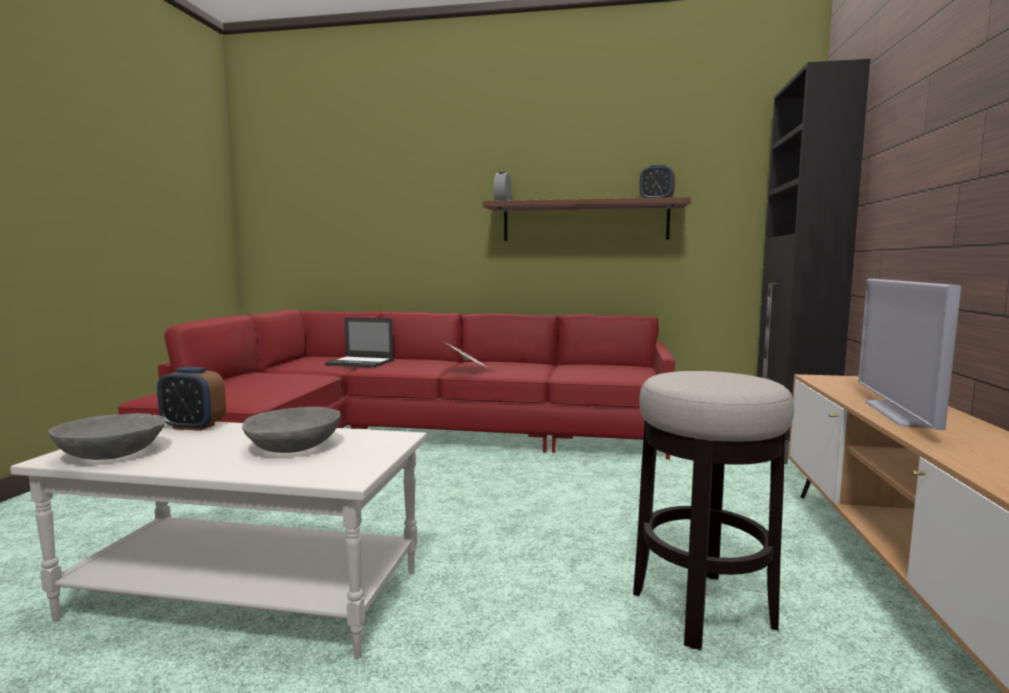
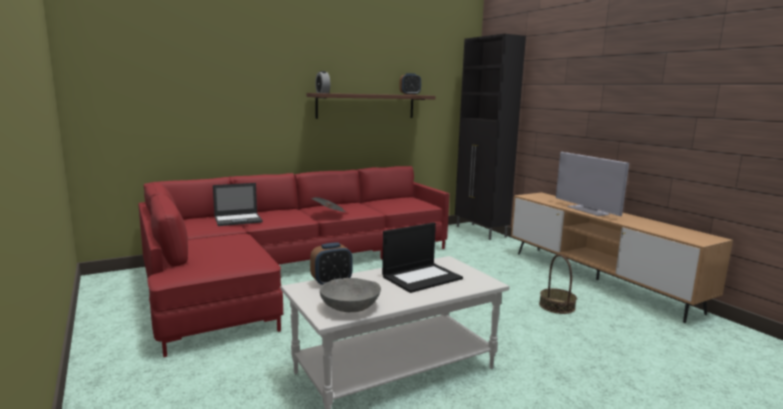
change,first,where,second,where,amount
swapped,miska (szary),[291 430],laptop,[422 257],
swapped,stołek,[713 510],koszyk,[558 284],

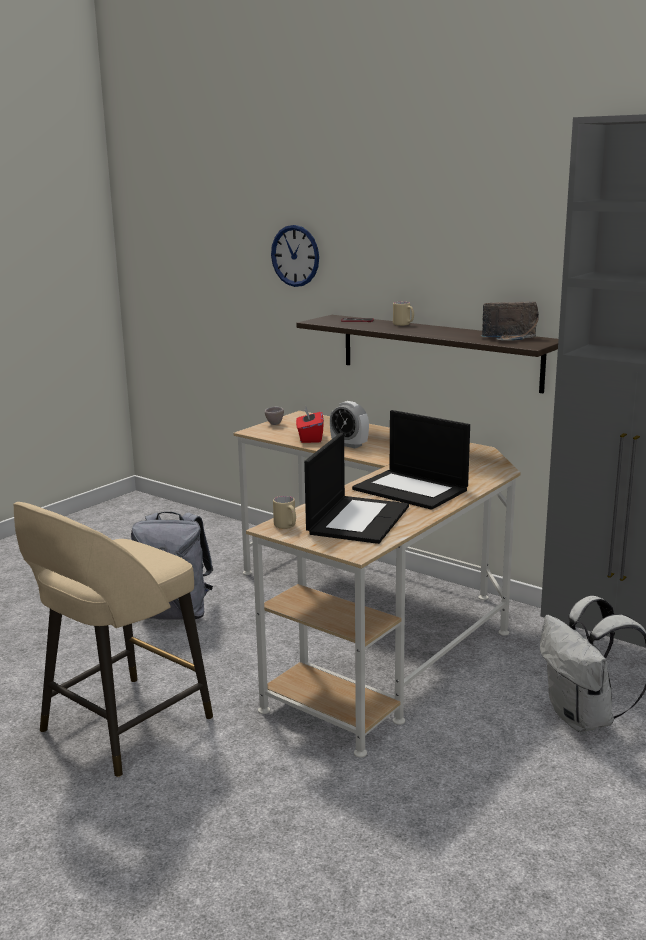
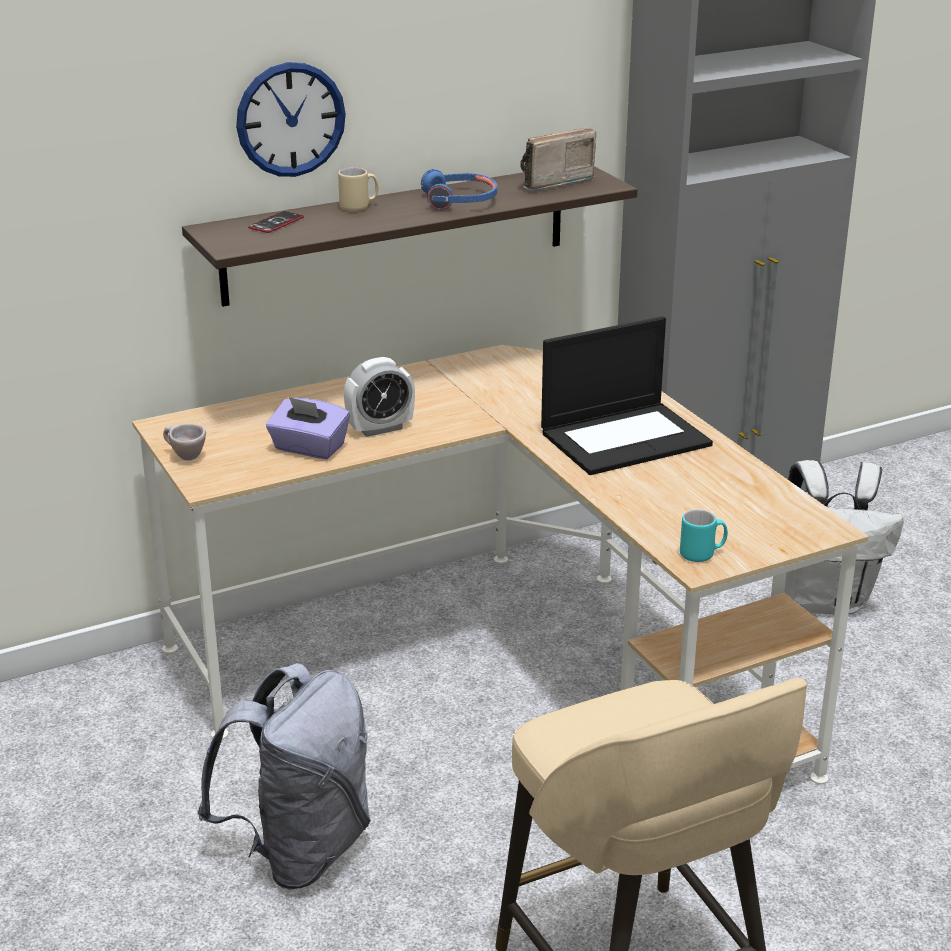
change,first,where,second,where,amount
gone,laptop,[356 488],,,
new,,,słuchawki (niebieski),[459 189],
shifted,zegar ścienny,[295 256],,[291 119],
repainted,kubek (beżowy),[284 512],kubek (turkusowy),[704 536],
repainted,pudełko chusteczek (czerwony),[310 425],pudełko chusteczek (fioletowy),[308 428],
rotated,radio,[510 321],,[558 159],150 degrees counterclockwise

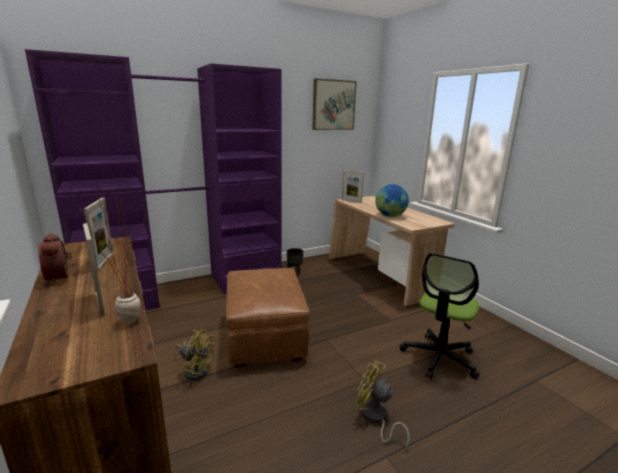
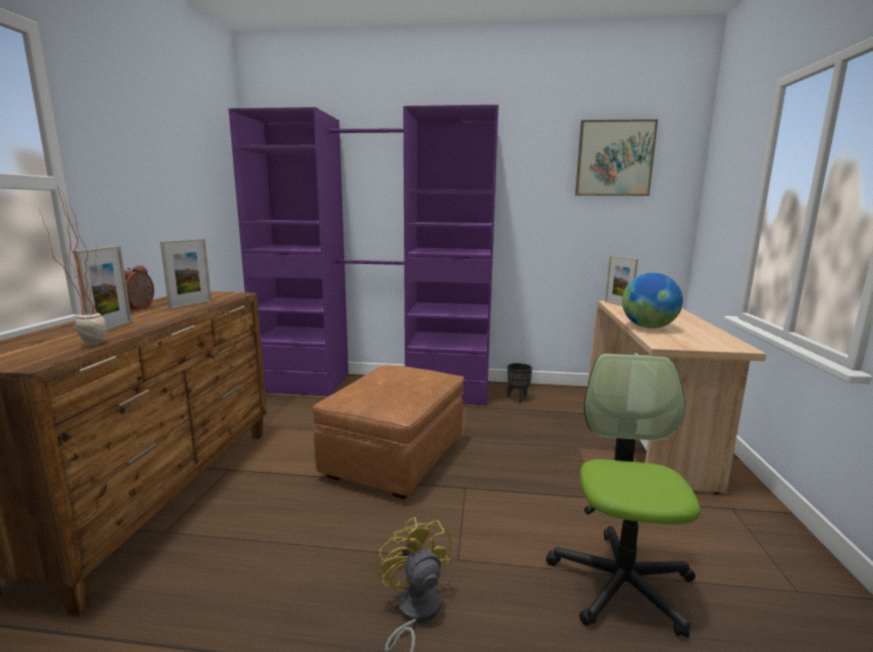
change,first,where,second,where,amount
gone,wentylator (żółty),[194 355],,,
rotated,krzesło biurowe,[440 316],,[623 495],120 degrees clockwise

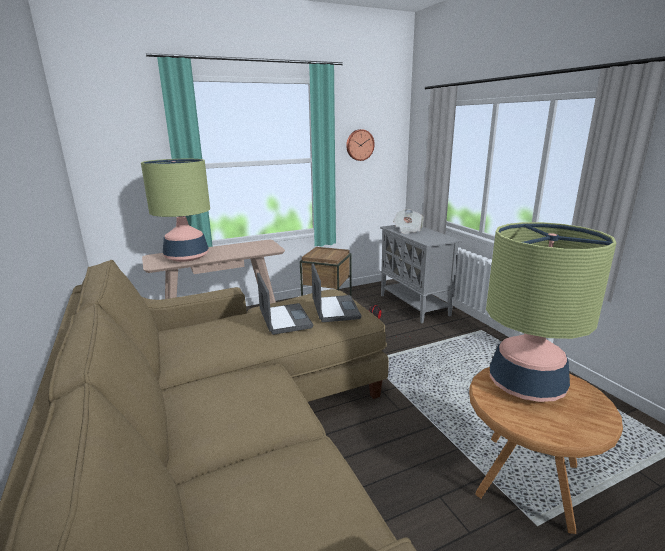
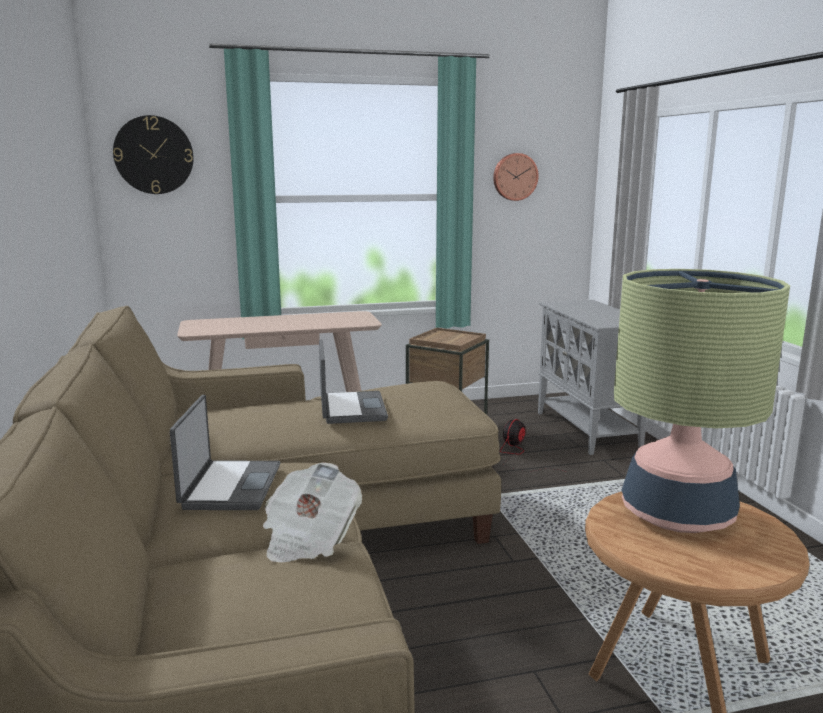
change,first,where,second,where,amount
gone,lampa stołowa,[175 210],,,
new,,,zegar ścienny,[153 154],
shifted,laptop,[337 292],,[225 452],
shifted,gazeta,[408 221],,[312 512],

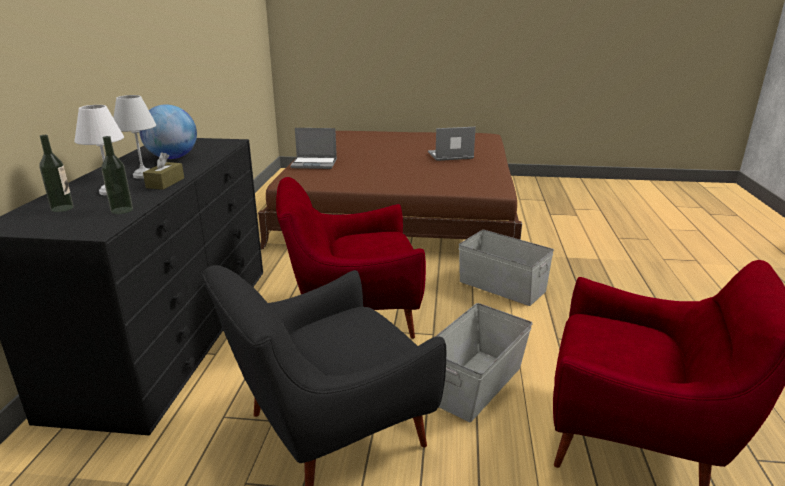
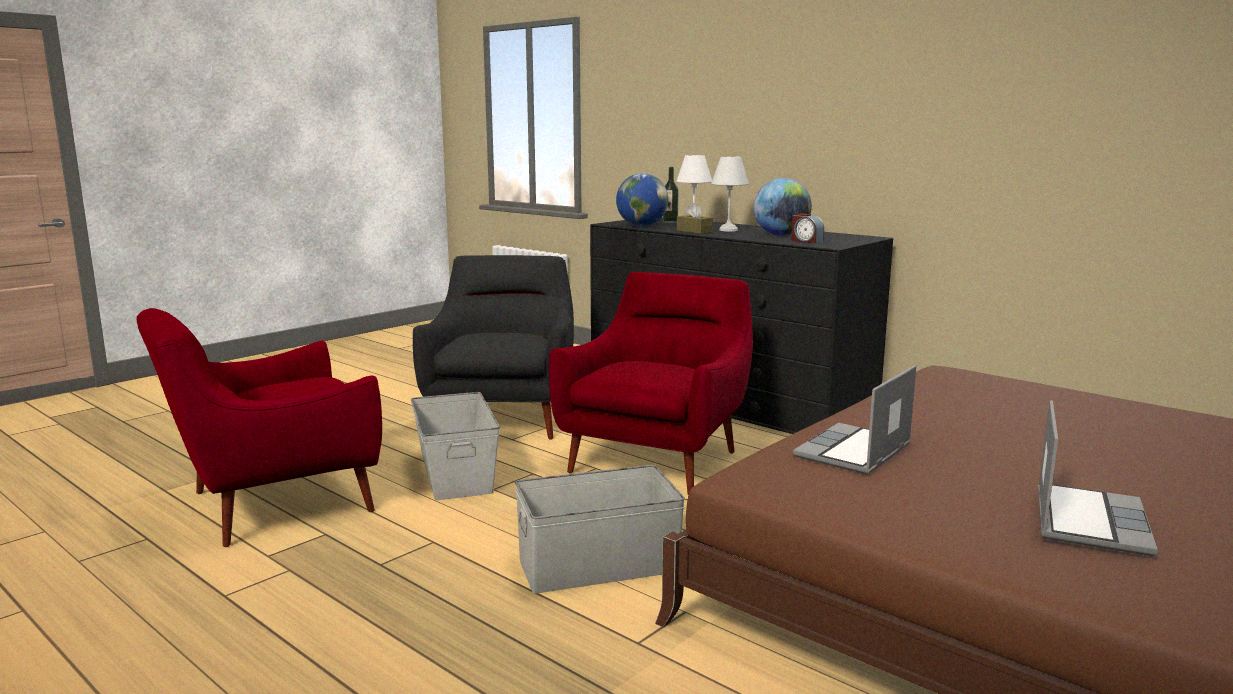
change,first,where,second,where,amount
new,,,budzik,[807 228],
shifted,laptop,[313 148],,[854 420],
swapped,butelka,[117 175],globus,[642 199],

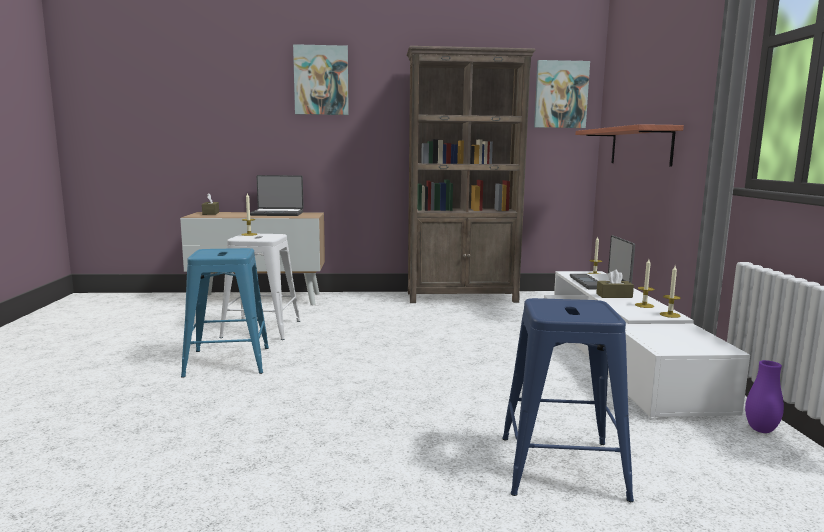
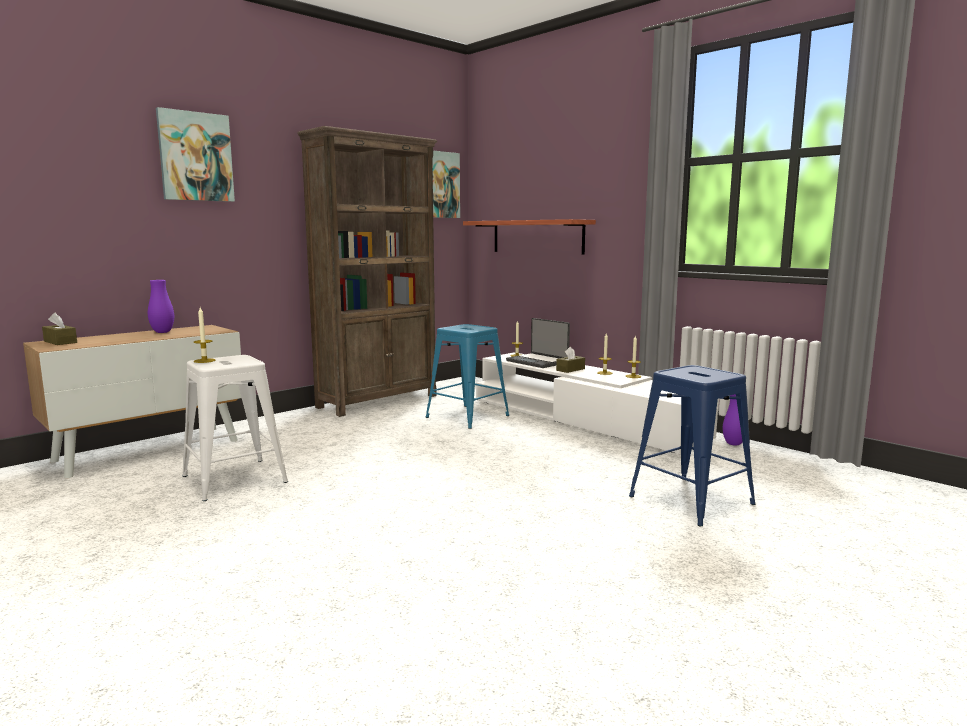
change,first,where,second,where,amount
shifted,stołek (niebieski),[225 313],,[467 376],
swapped,laptop,[277 195],wazon (fioletowy),[161 306],

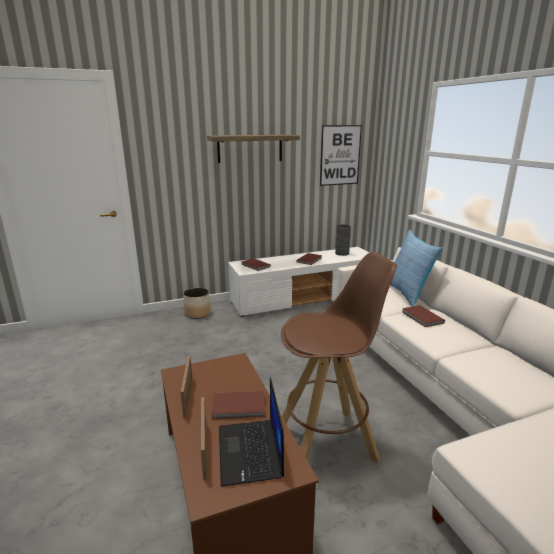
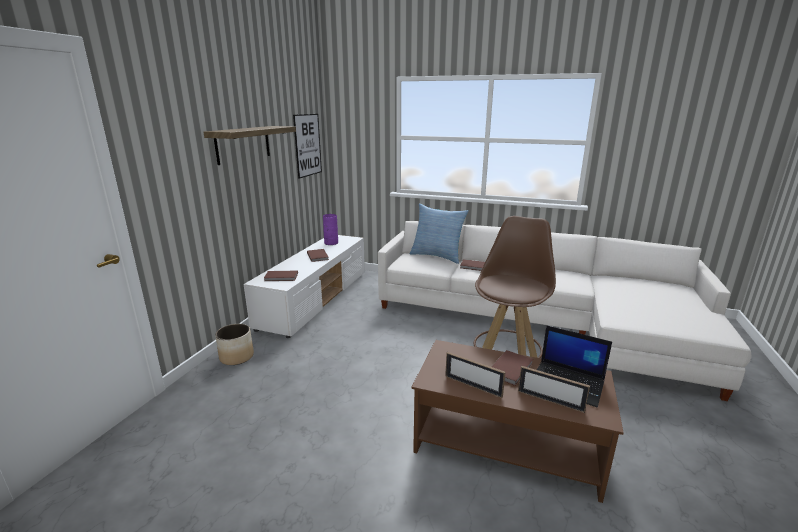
change,first,where,second,where,amount
repainted,wazon (szary),[343 240],wazon (fioletowy),[330 229],

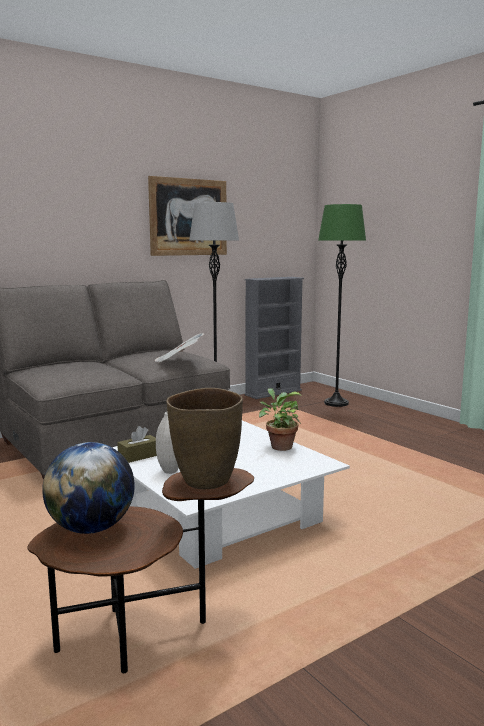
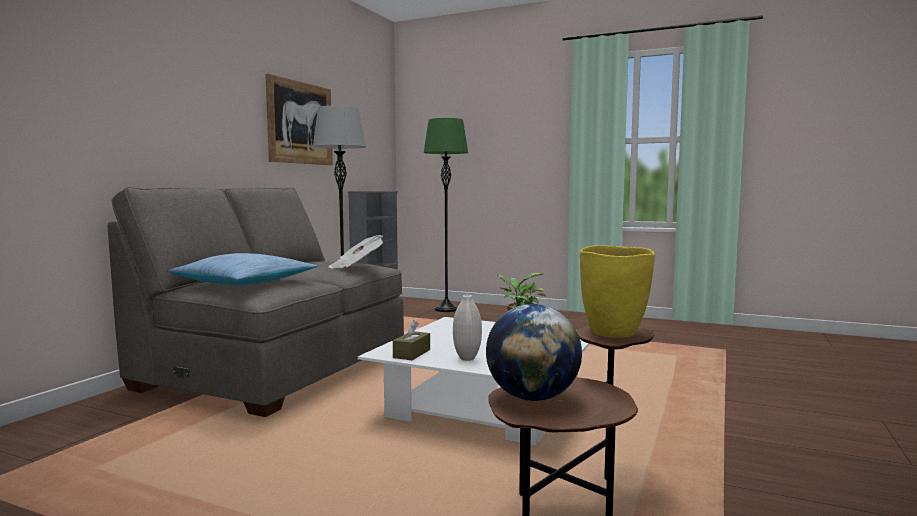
change,first,where,second,where,amount
new,,,poduszka,[243 269],
repainted,wazon (brązowy),[204 438],wazon (żółty),[617 291],

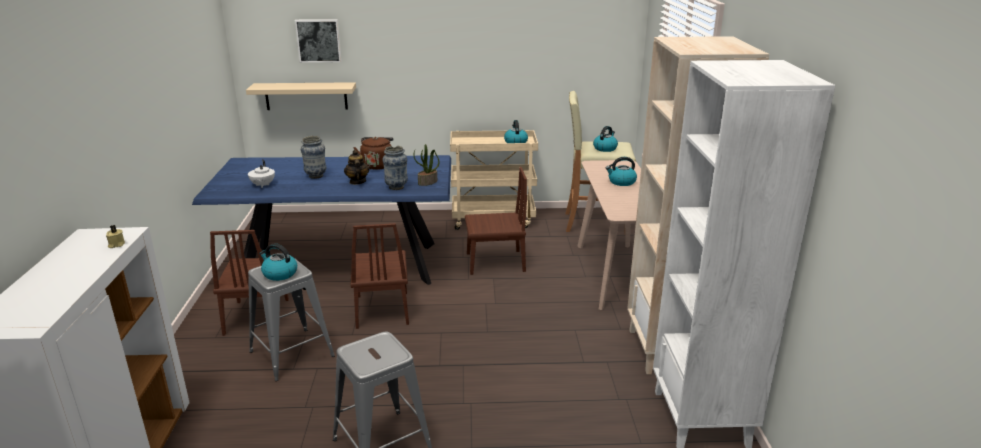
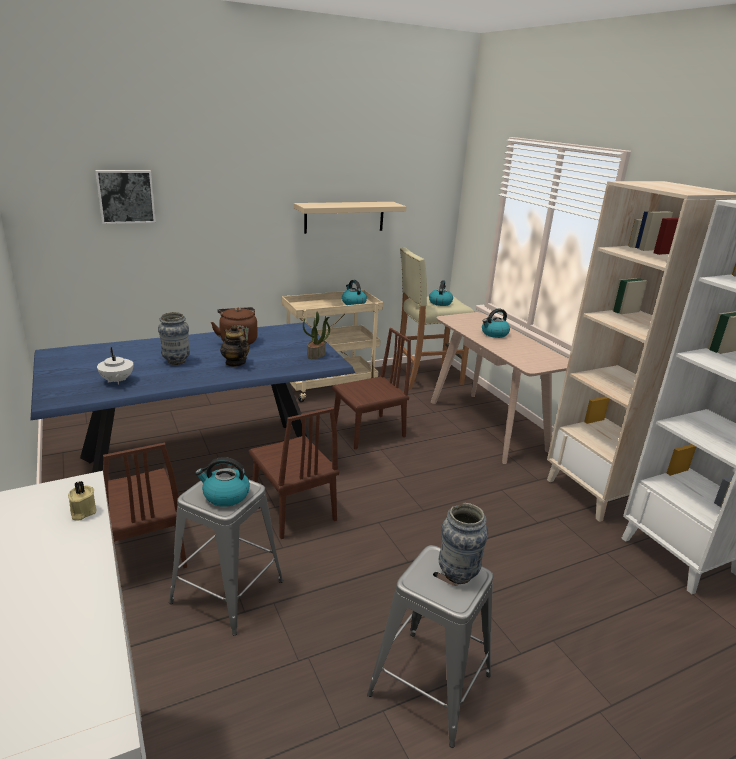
change,first,where,second,where,amount
shifted,półka (beżowy),[301 96],,[350 218],
shifted,wazon,[395 168],,[463 543],

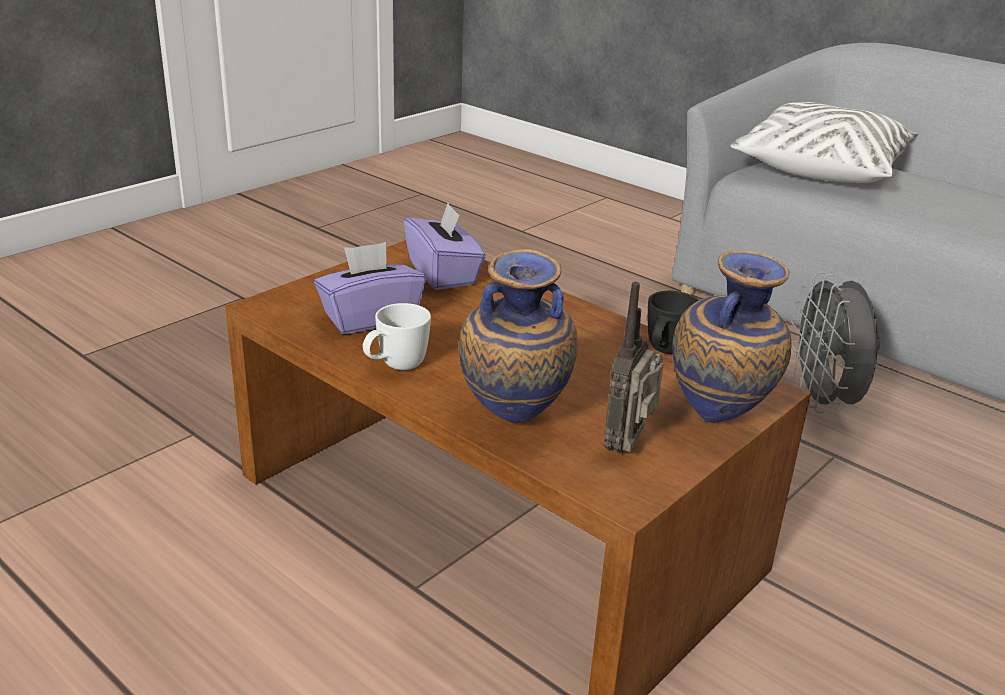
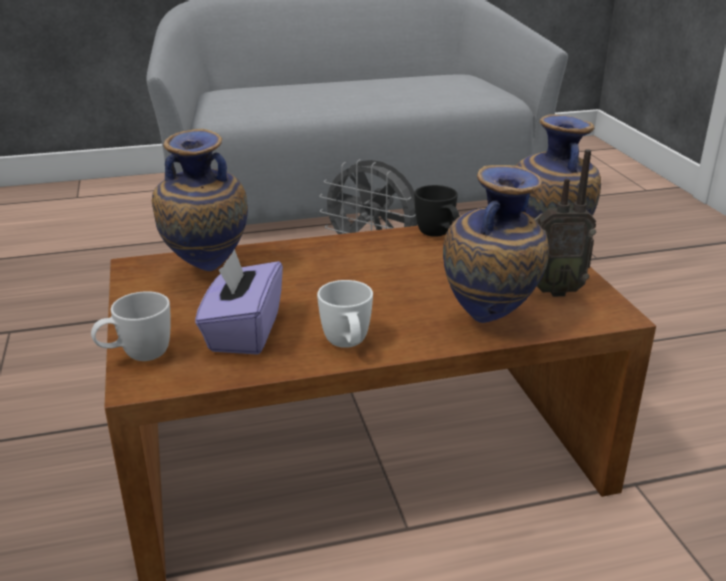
change,first,where,second,where,amount
gone,poduszka (biały),[824 142],,,
new,,,kubek (biały),[131 326],
swapped,pudełko chusteczek (fioletowy),[444 246],wazon,[200 200],
rotated,radio,[634 367],,[565 223],60 degrees counterclockwise

